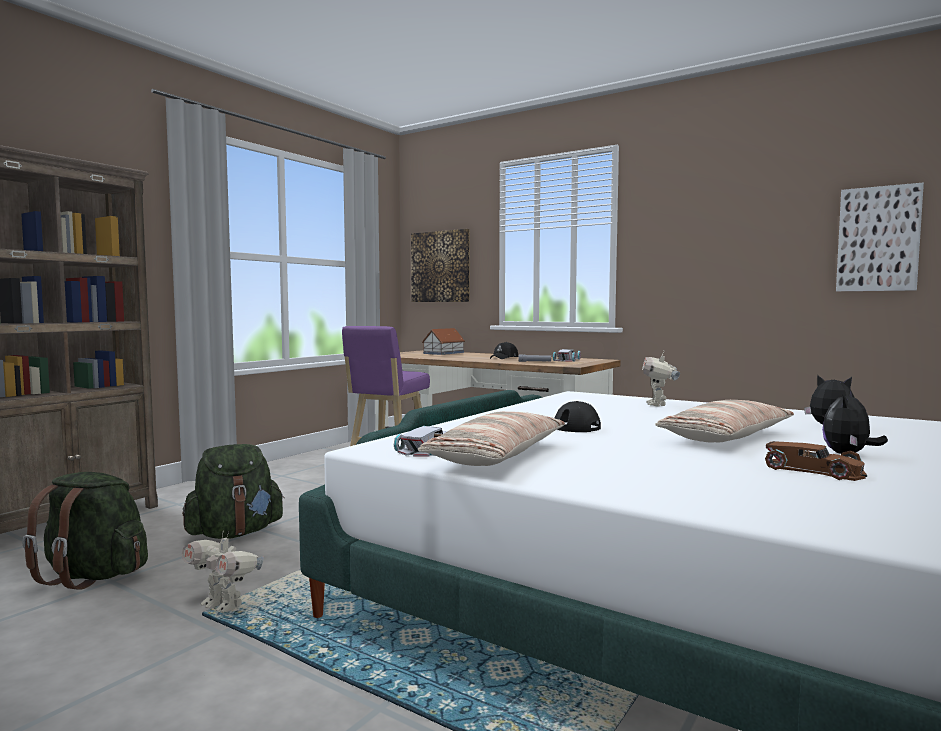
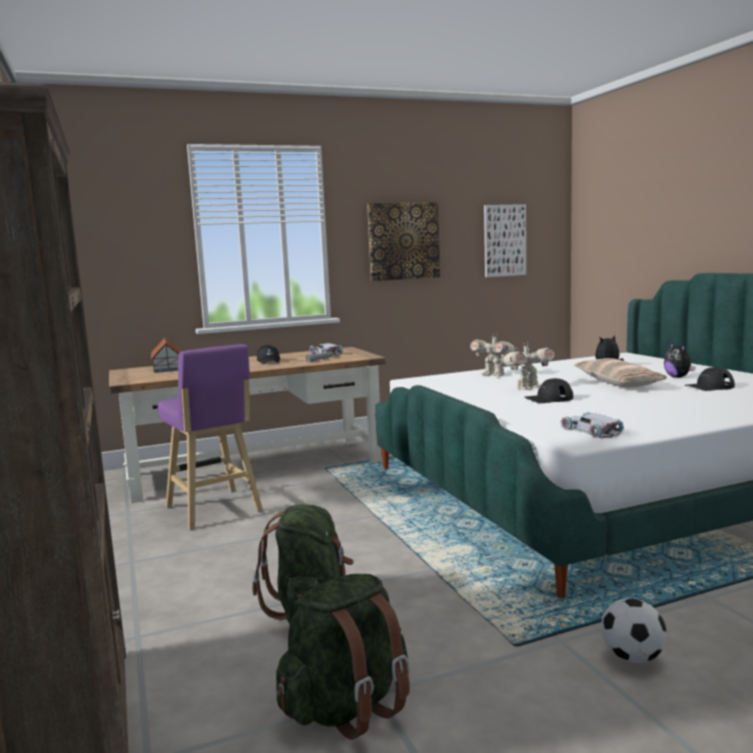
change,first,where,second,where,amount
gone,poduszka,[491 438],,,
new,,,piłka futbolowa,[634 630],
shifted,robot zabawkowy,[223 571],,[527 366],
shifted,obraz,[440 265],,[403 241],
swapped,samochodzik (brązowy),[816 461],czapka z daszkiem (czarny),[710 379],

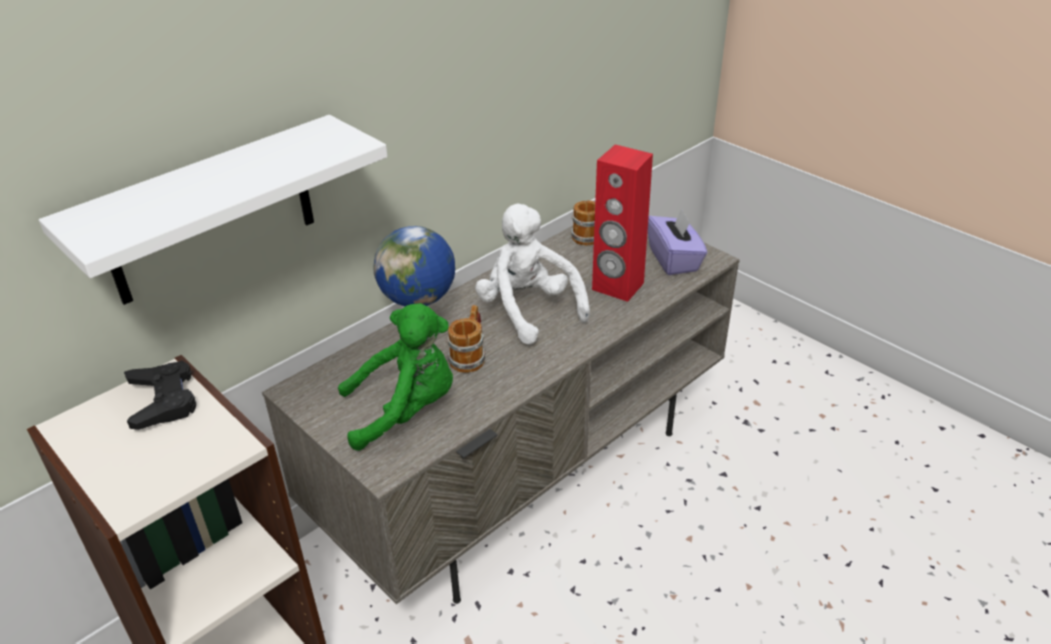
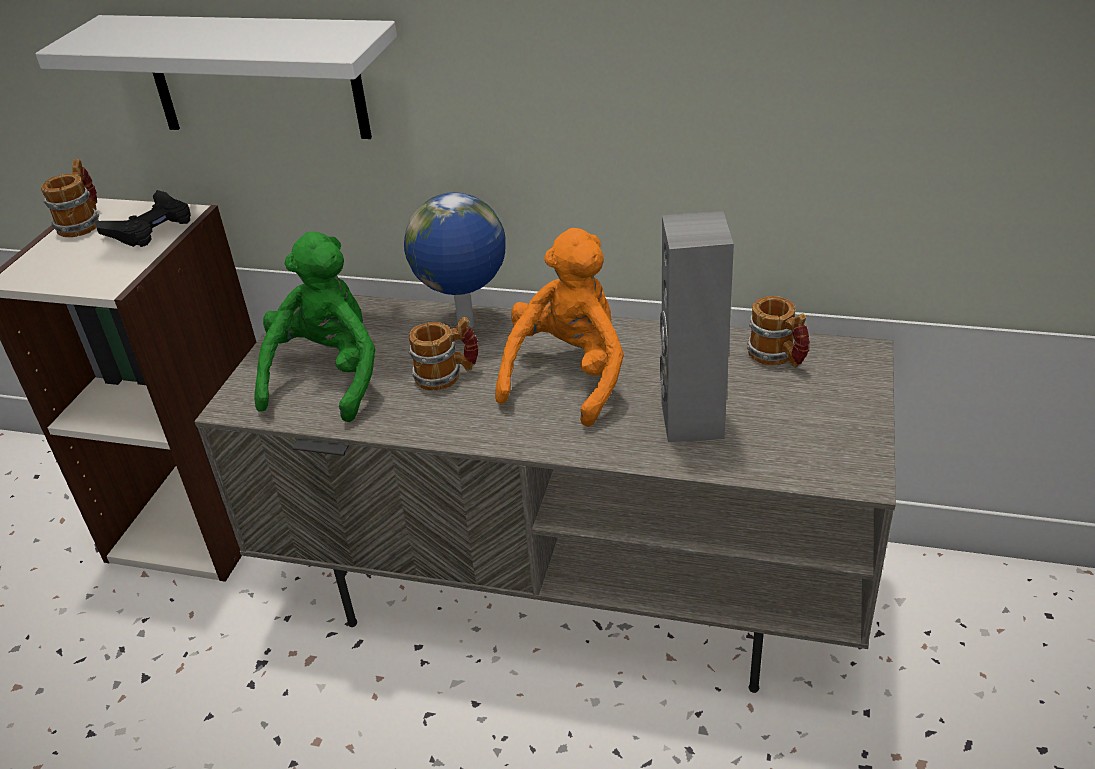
change,first,where,second,where,amount
gone,pudełko chusteczek (fioletowy),[677 241],,,
new,,,kubek,[70 198],
repainted,pluszak (biały),[532 274],pluszak (pomarańczowy),[559 327],
repainted,głośnik (czerwony),[622 223],głośnik (szary),[697 326],
rotated,pluszak (zielony),[395 377],,[314 327],120 degrees counterclockwise

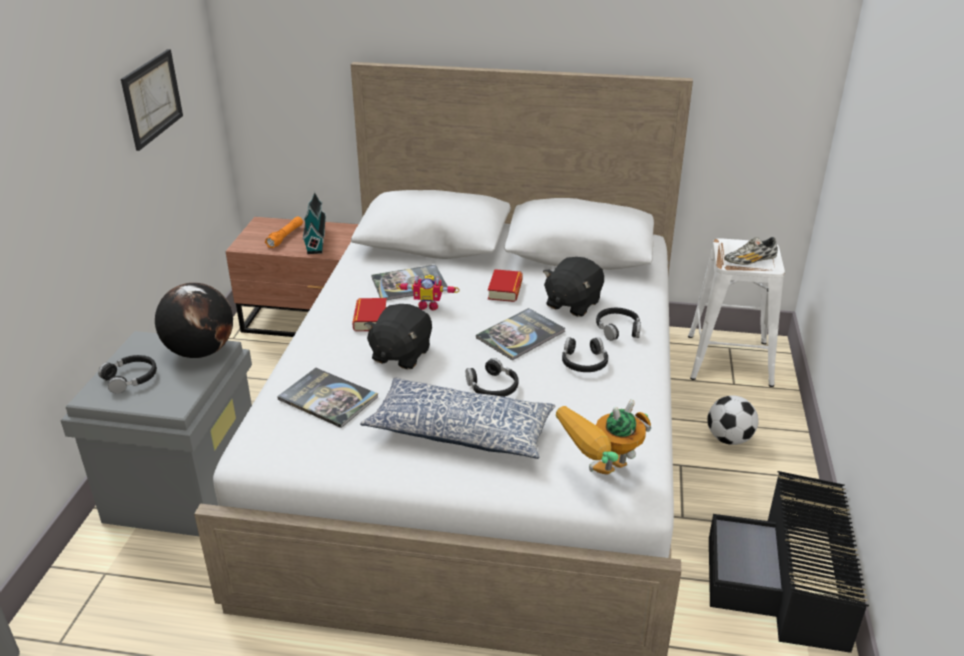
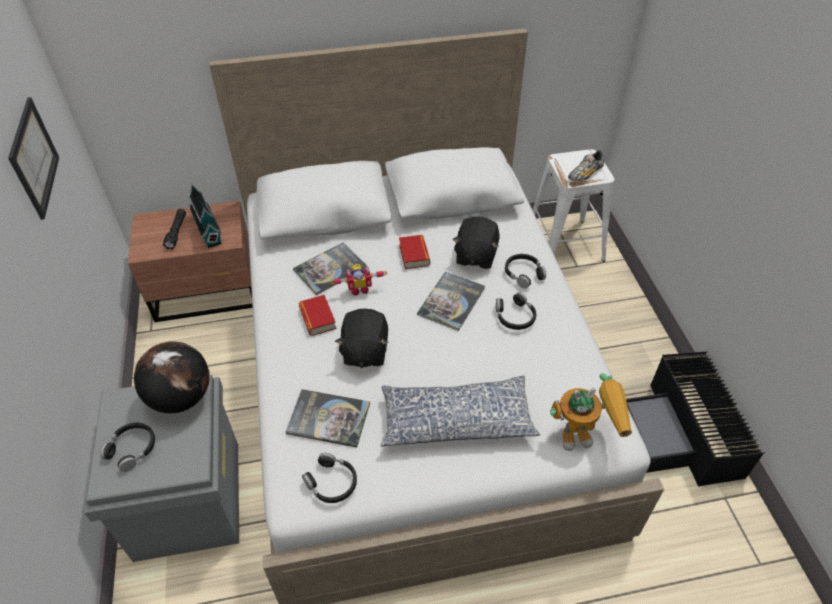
change,first,where,second,where,amount
gone,piłka futbolowa,[732 420],,,
shifted,słuchawki (czarny),[492 377],,[329 478],
repainted,latarka (pomarańczowy),[284 232],latarka (czarny),[174 229],
rotated,robot zabawkowy,[603 437],,[591 412],135 degrees counterclockwise

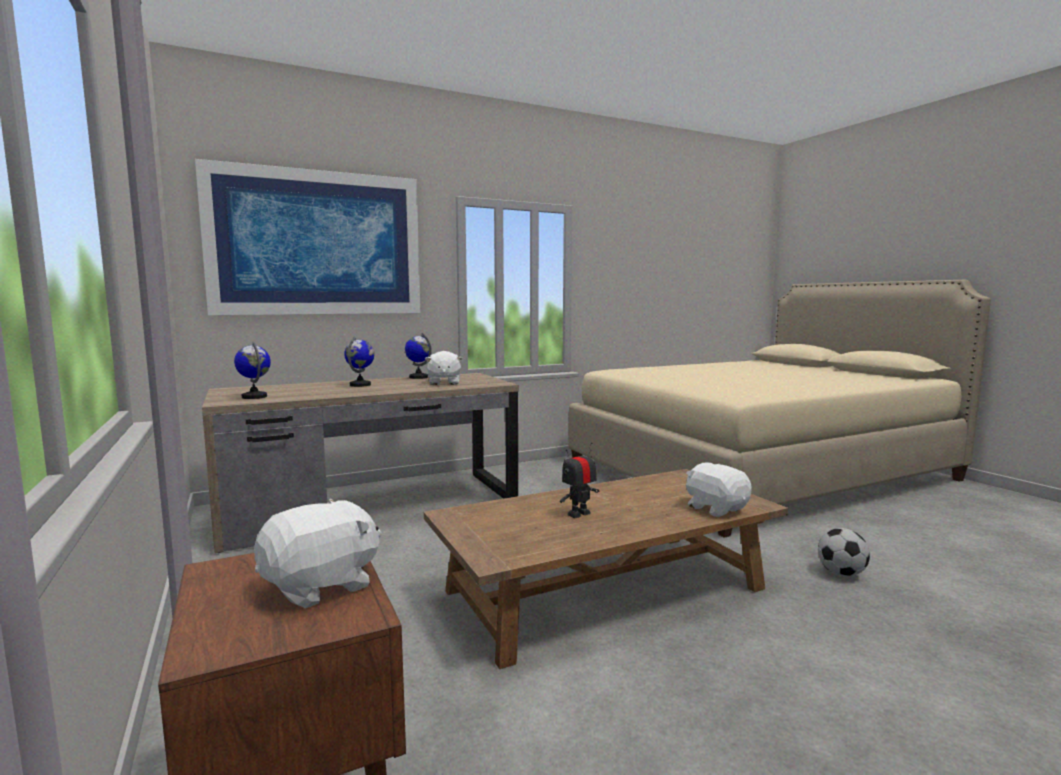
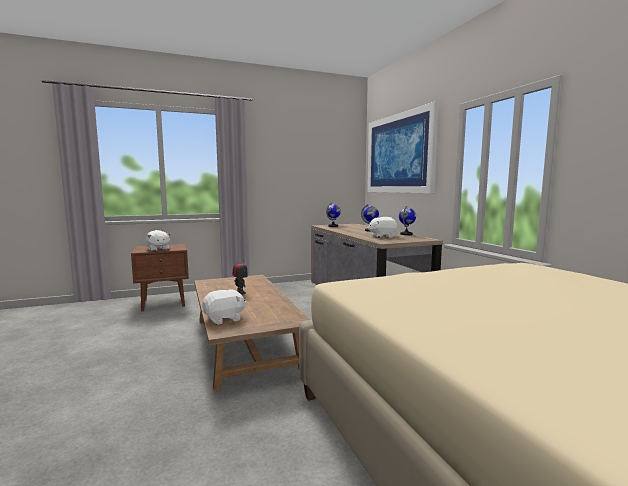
change,first,where,second,where,amount
gone,piłka futbolowa,[844 552],,,

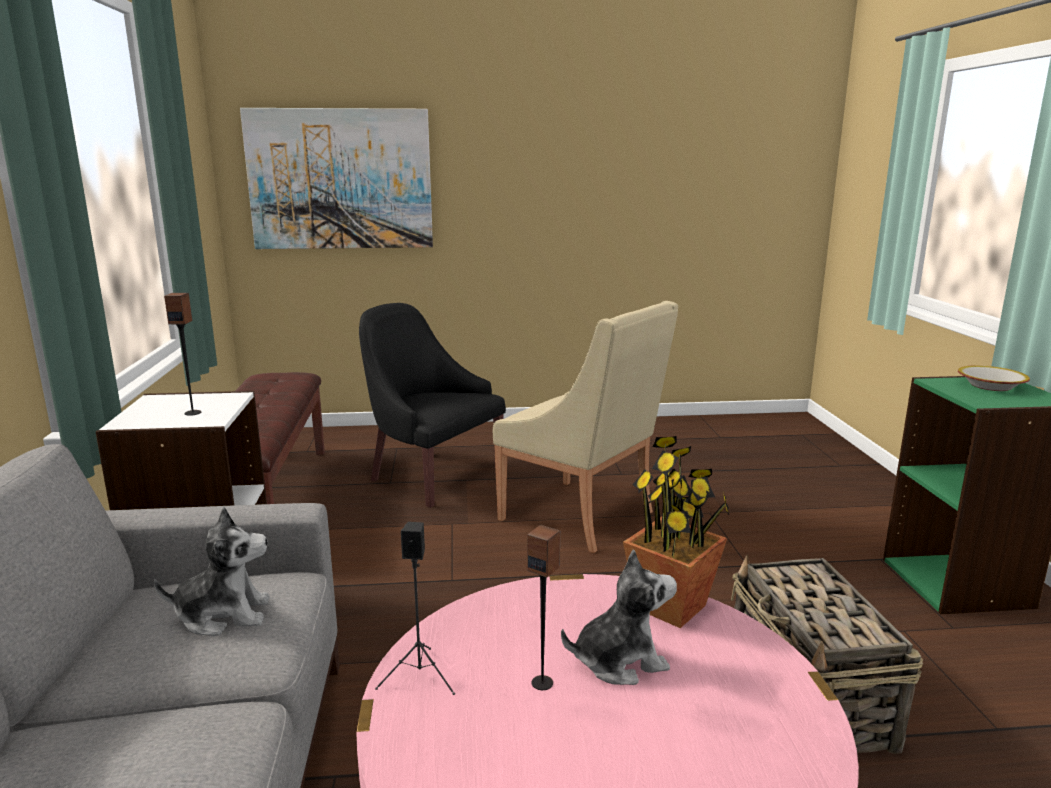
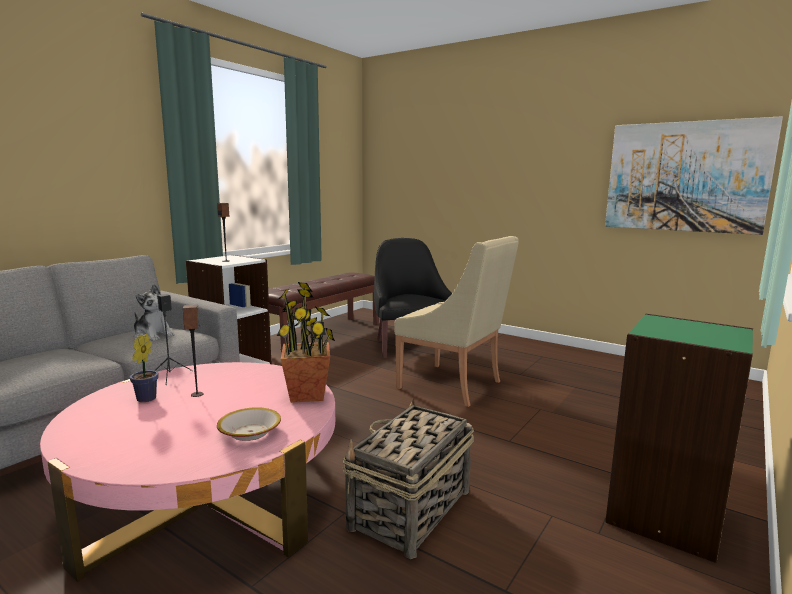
change,first,where,second,where,amount
gone,pluszak,[619 617],,,
new,,,roślina doniczkowa,[144 367],
shifted,obraz,[336 178],,[694 175],
shifted,miska,[994 378],,[249 424],
rotated,fotel (beżowy),[585 427],,[456 321],45 degrees counterclockwise

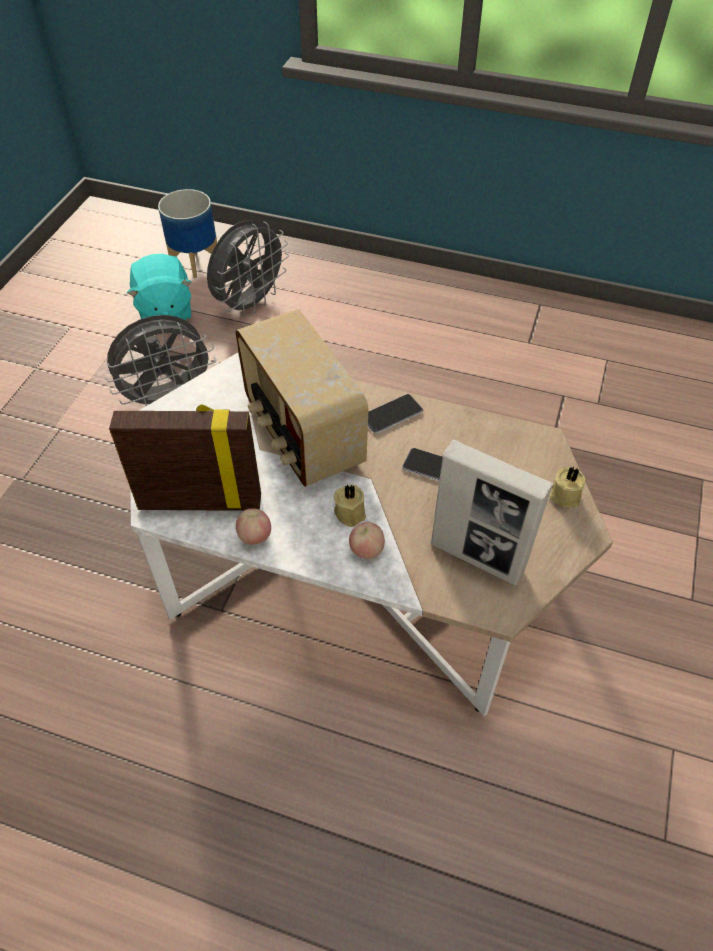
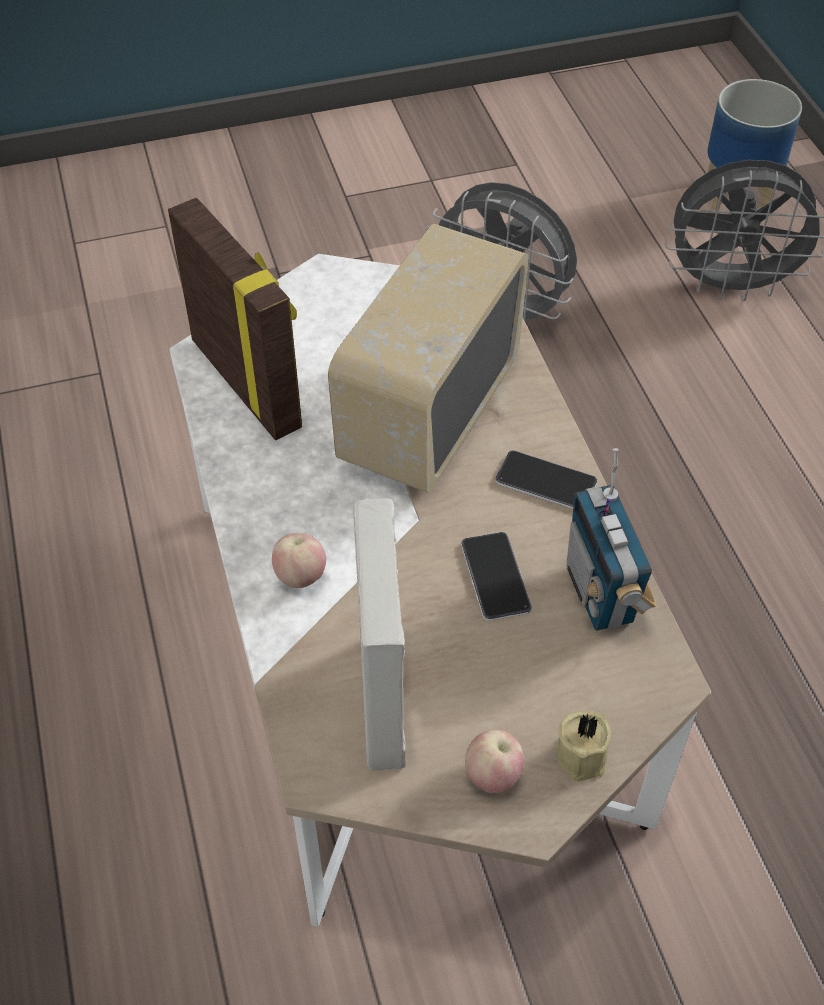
change,first,where,second,where,amount
gone,pluszak (turkusowy),[159 287],,,
gone,świeca (beżowy),[350 506],,,
new,,,radio,[611 539],
shifted,jabłko,[253 527],,[494 761],

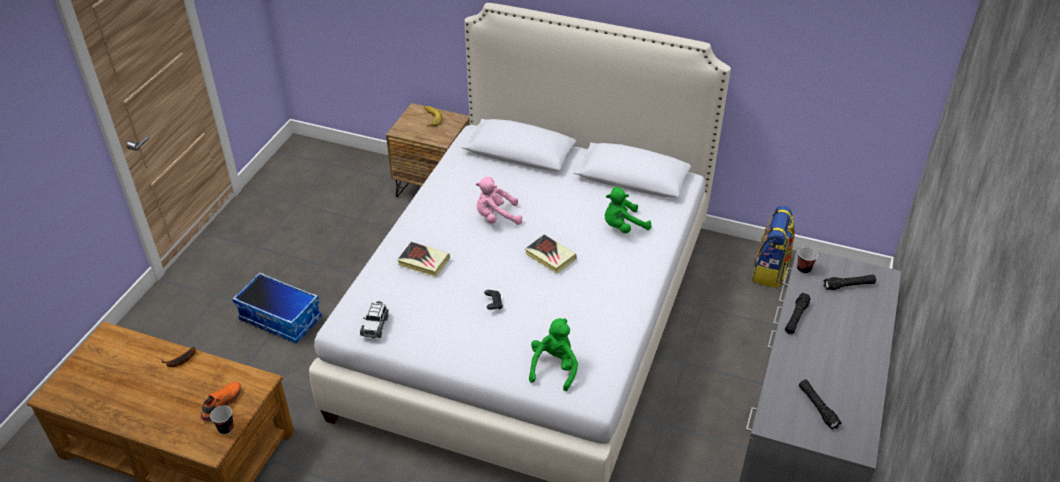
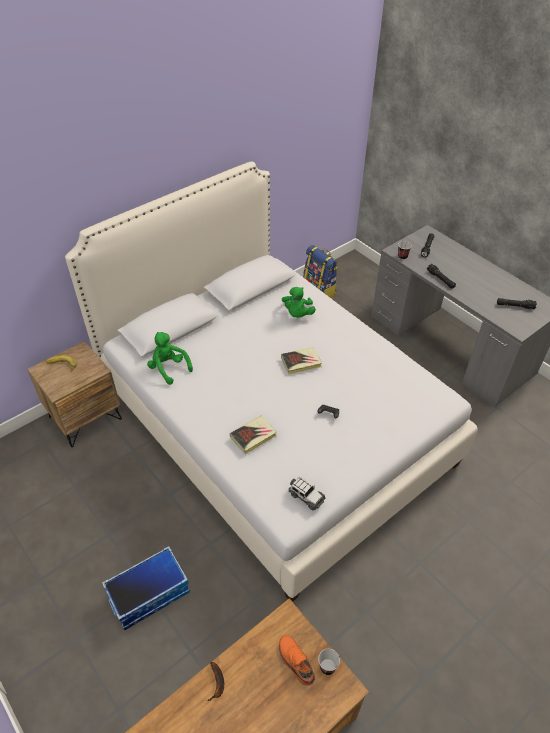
change,first,where,second,where,amount
gone,pluszak (różowy),[499 201],,,
shifted,pluszak (zielony),[553 354],,[170 358],

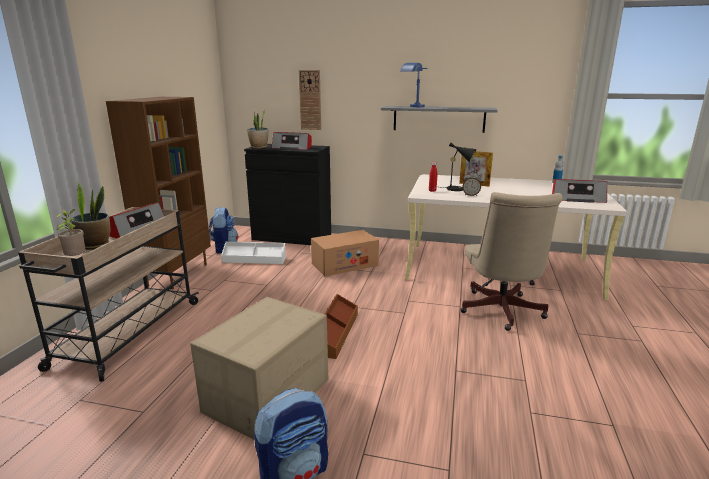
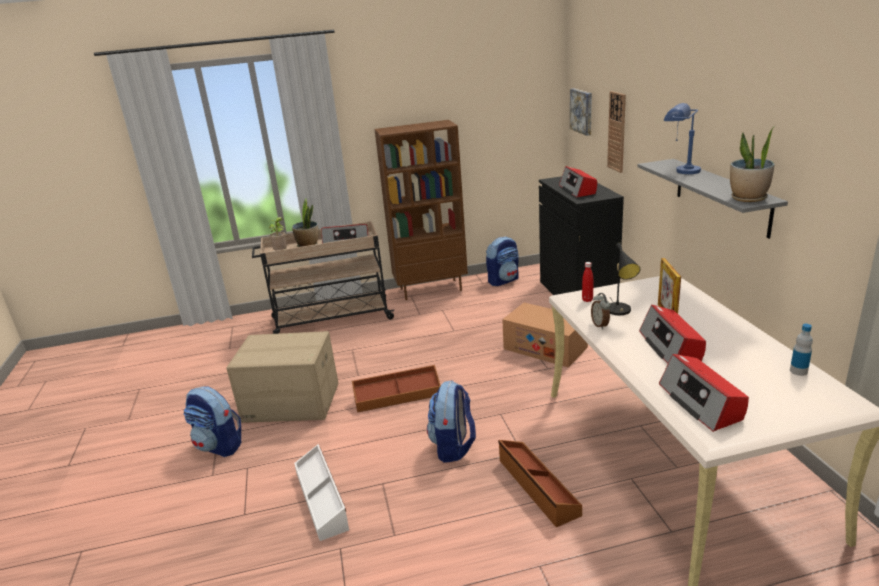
change,first,where,second,where,amount
new,,,plecak,[451 421],
new,,,obraz,[581 112],
new,,,radio,[672 334],
shifted,pojemnik do przechowywania (biały),[253 253],,[321 492],
shifted,roślina doniczkowa,[257 128],,[752 164],
swapped,krzesło biurowe (beżowy),[511 261],pojemnik do przechowywania (brązowy),[540 483],

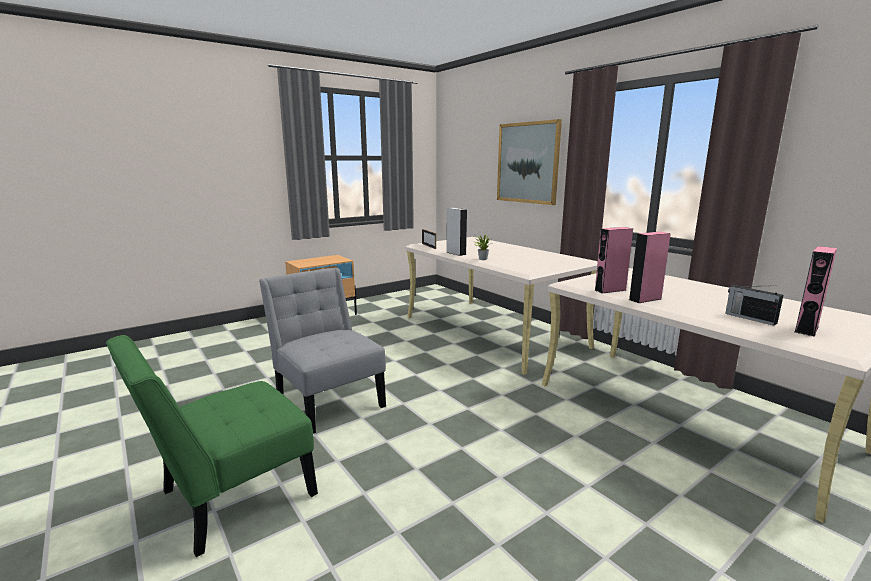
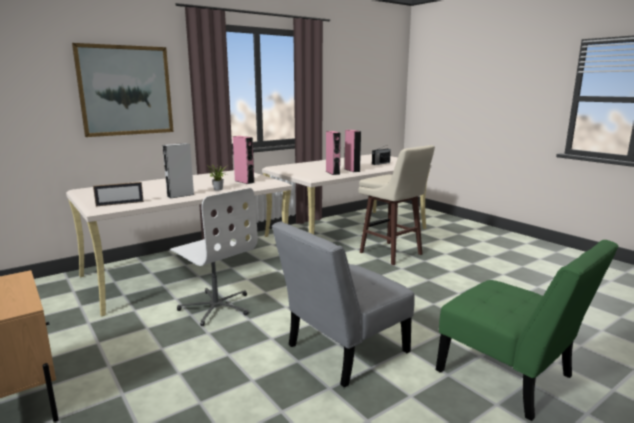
change,first,where,second,where,amount
new,,,krzesło biurowe (biały),[214 257],
new,,,stołek (beżowy),[396 205],
shifted,głośnik (różowy),[815 291],,[243 160],

